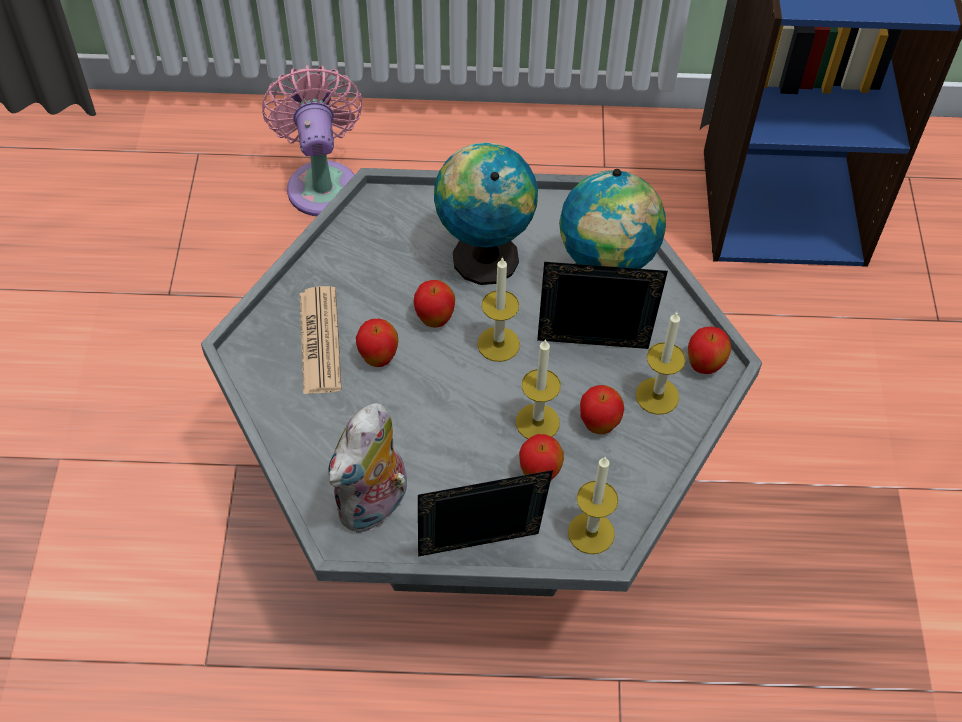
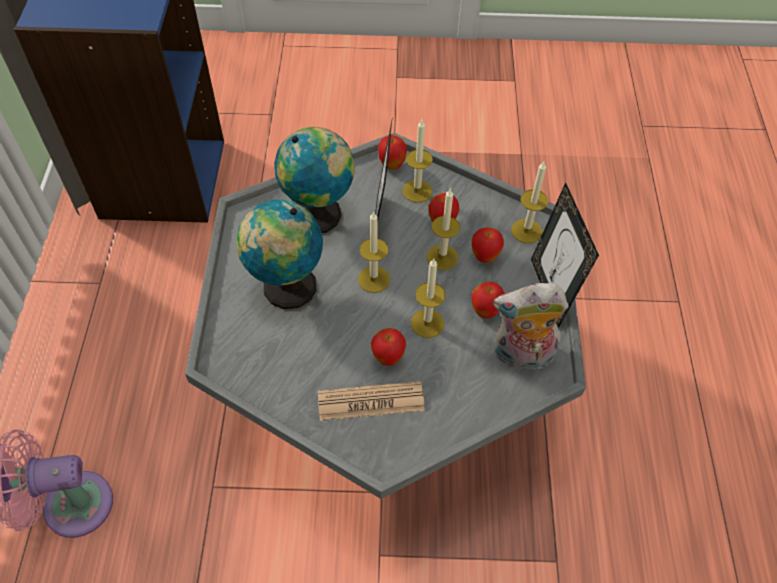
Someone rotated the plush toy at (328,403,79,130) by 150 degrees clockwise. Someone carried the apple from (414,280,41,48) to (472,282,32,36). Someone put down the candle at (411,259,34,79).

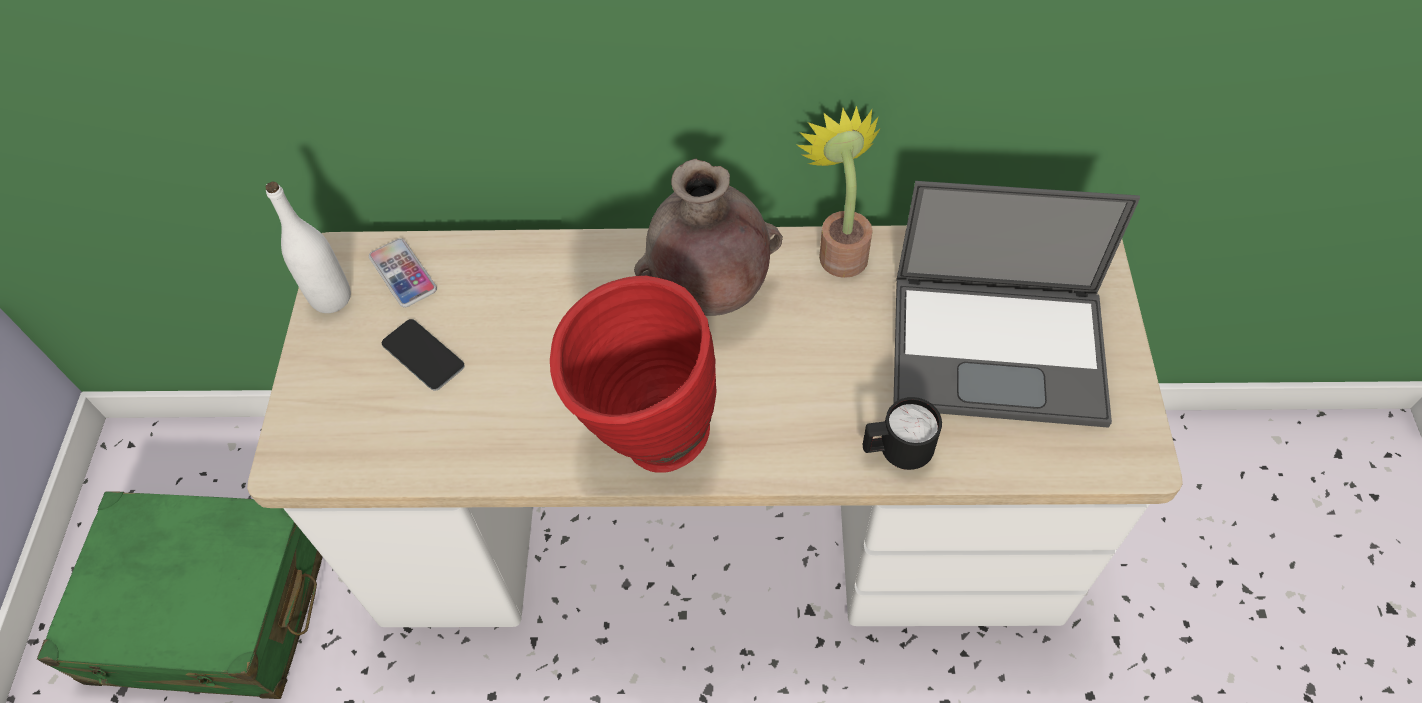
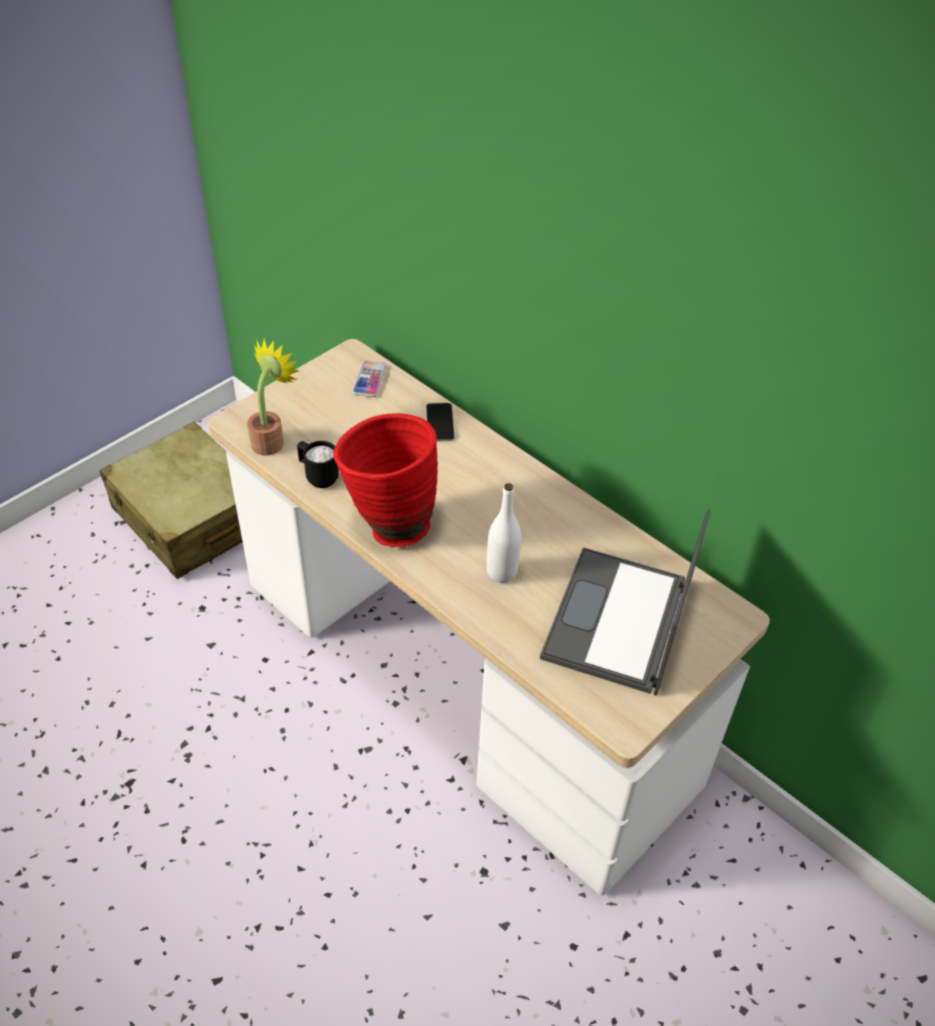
Someone repainted the green suitcase at (37,491,285,208), which became the beige suitcase at (99,422,144,157). Someone carried the white bottle from (266,182,85,131) to (487,483,34,100). Someone carried the phone from (382,319,83,72) to (426,403,28,38). Someone took away the brown vase at (634,158,149,158). Someone carried the potted plant from (797,105,83,173) to (247,338,53,118). Someone carried the black mug from (863,397,79,73) to (297,441,42,47). Someone rotated the laptop at (893,181,247,247) by 60 degrees clockwise.

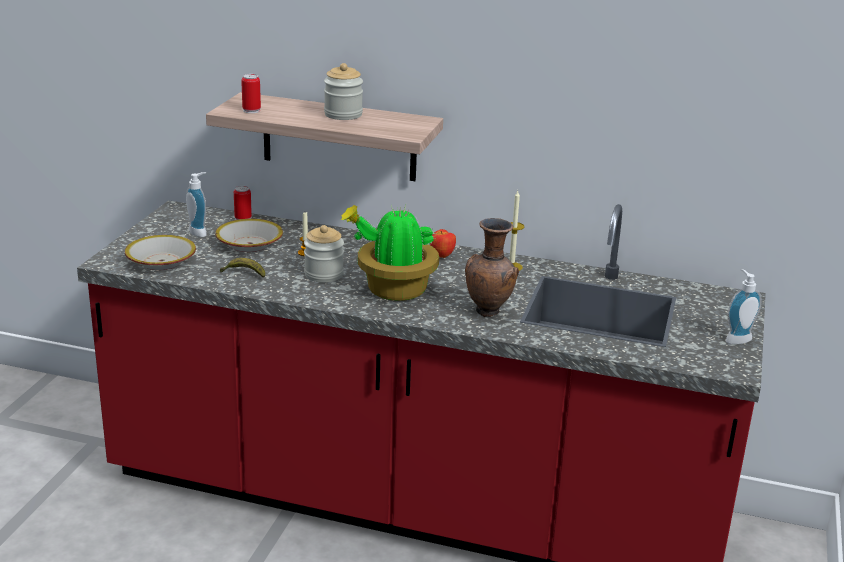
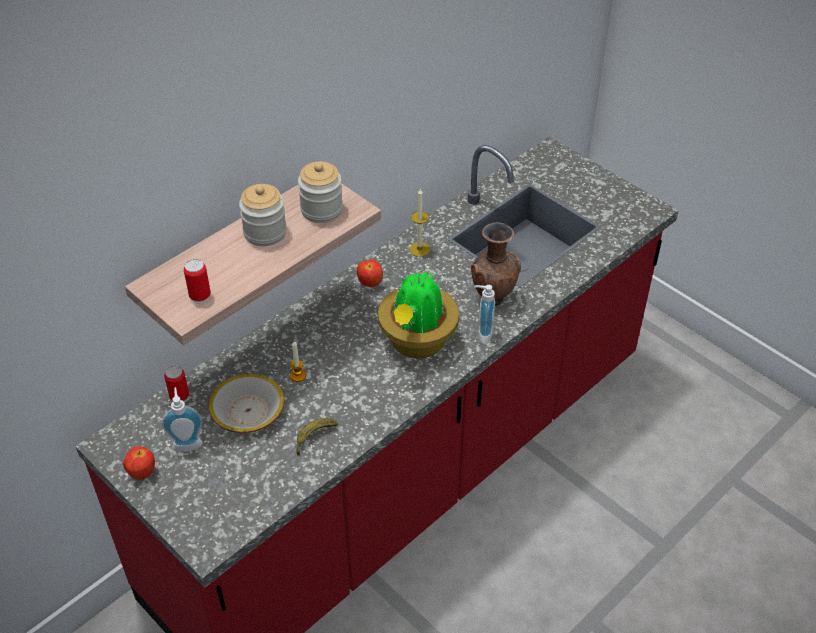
Someone took away the bowl at (125,235,71,35). Someone carried the jar from (304,225,40,58) to (298,161,45,62). Someone carried the soap dispenser from (726,269,36,75) to (474,285,21,59). Someone put down the apple at (123,446,32,34).

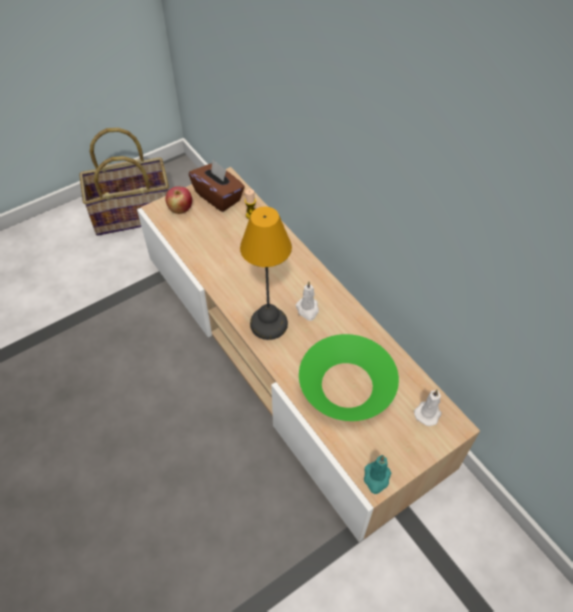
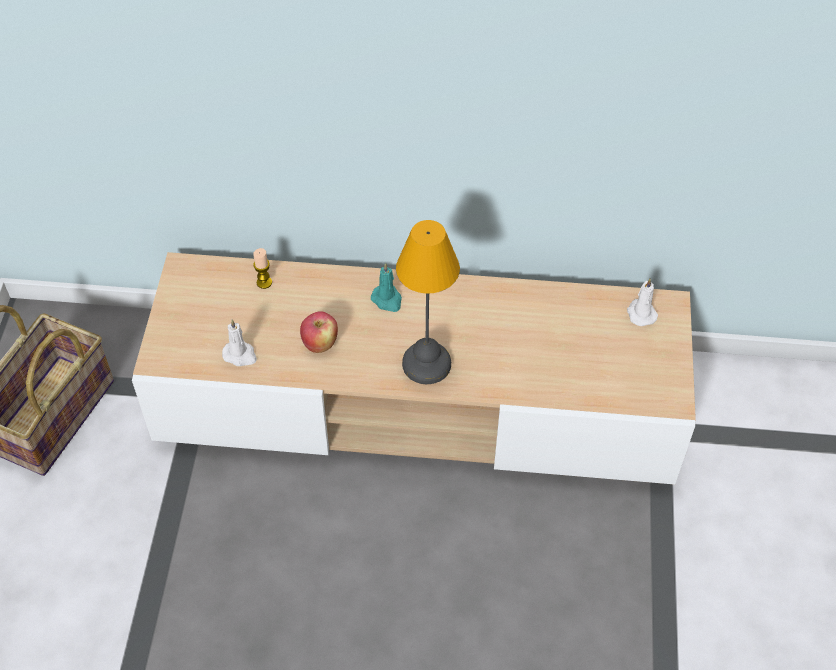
Someone carried the apple from (165,186,27,28) to (300,311,38,42). Someone took away the brown tissue box at (189,160,56,52). Someone carried the white candle from (296,282,23,39) to (222,319,35,47). Someone took away the green bowl at (299,334,100,87). Someone carried the turquoise candle from (364,455,27,39) to (371,263,31,49).

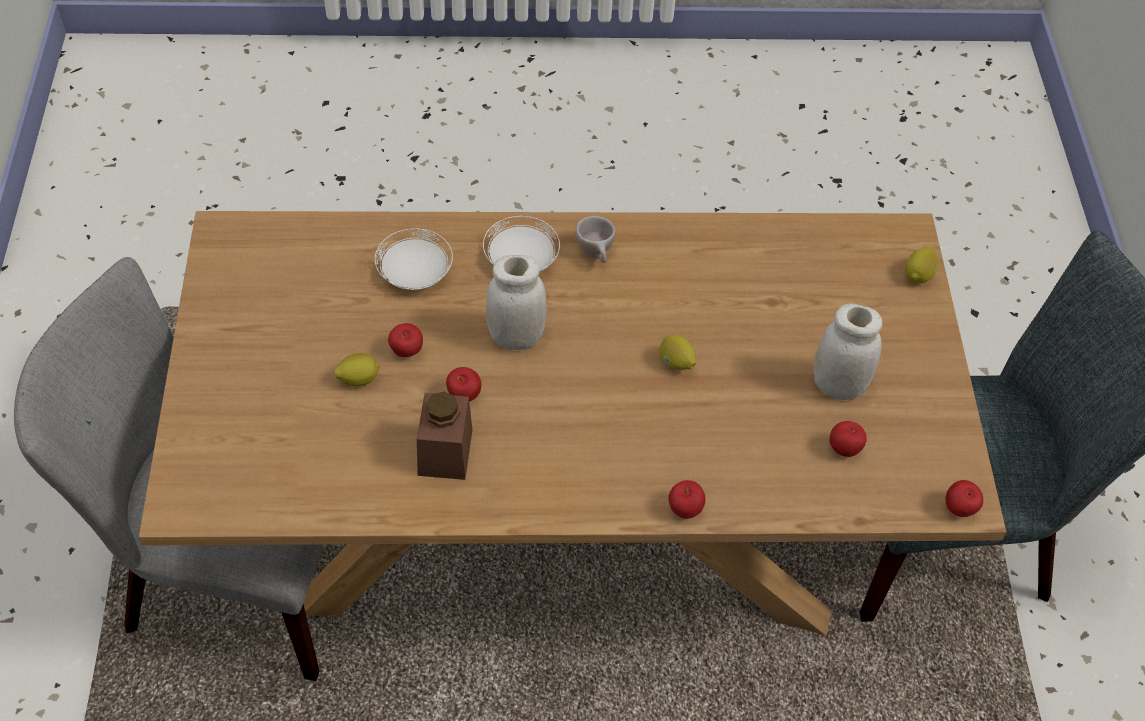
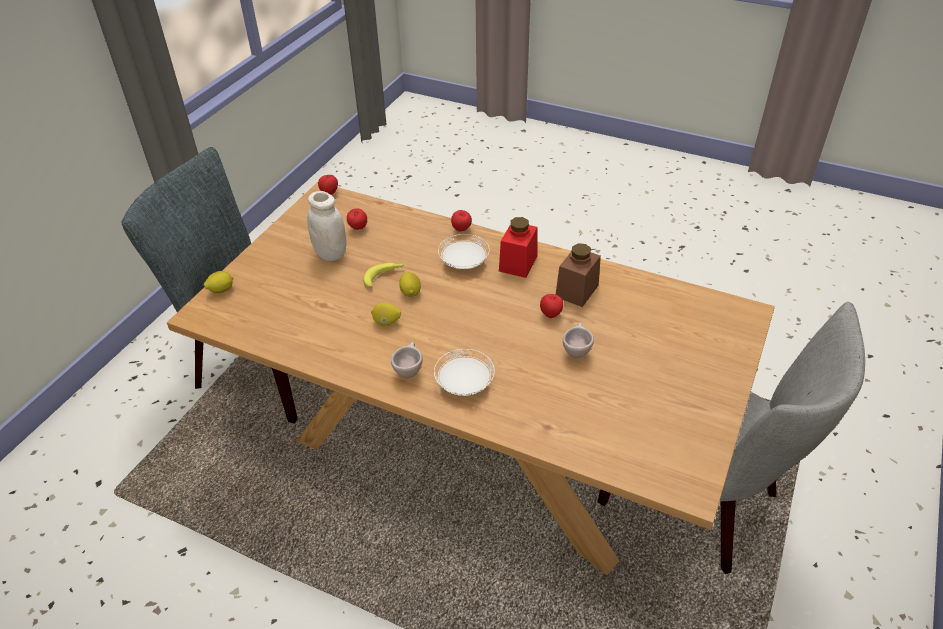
Someone carried the lemon from (334,353,46,33) to (371,303,30,23). Someone carried the white plate from (375,228,78,62) to (438,234,52,35). Someone swapped the apple at (388,323,35,34) for the beige cup at (563,323,31,35). Someone took away the white jar at (486,255,61,95). Someone put down the banana at (363,263,41,25). Someone put down the red jar at (499,217,39,61).

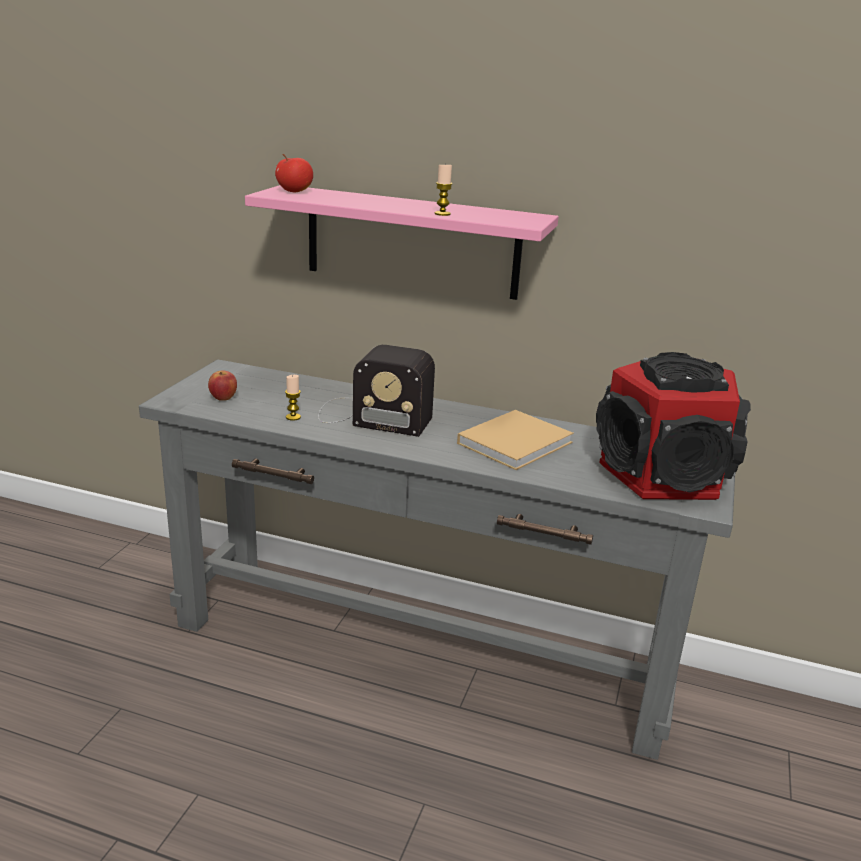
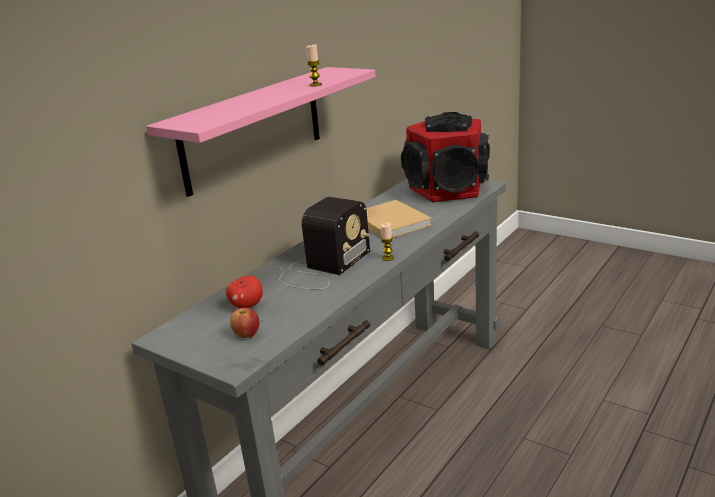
Someone carried the apple from (275,154,38,38) to (226,276,37,32). Someone carried the candle from (285,375,16,46) to (380,222,14,39).

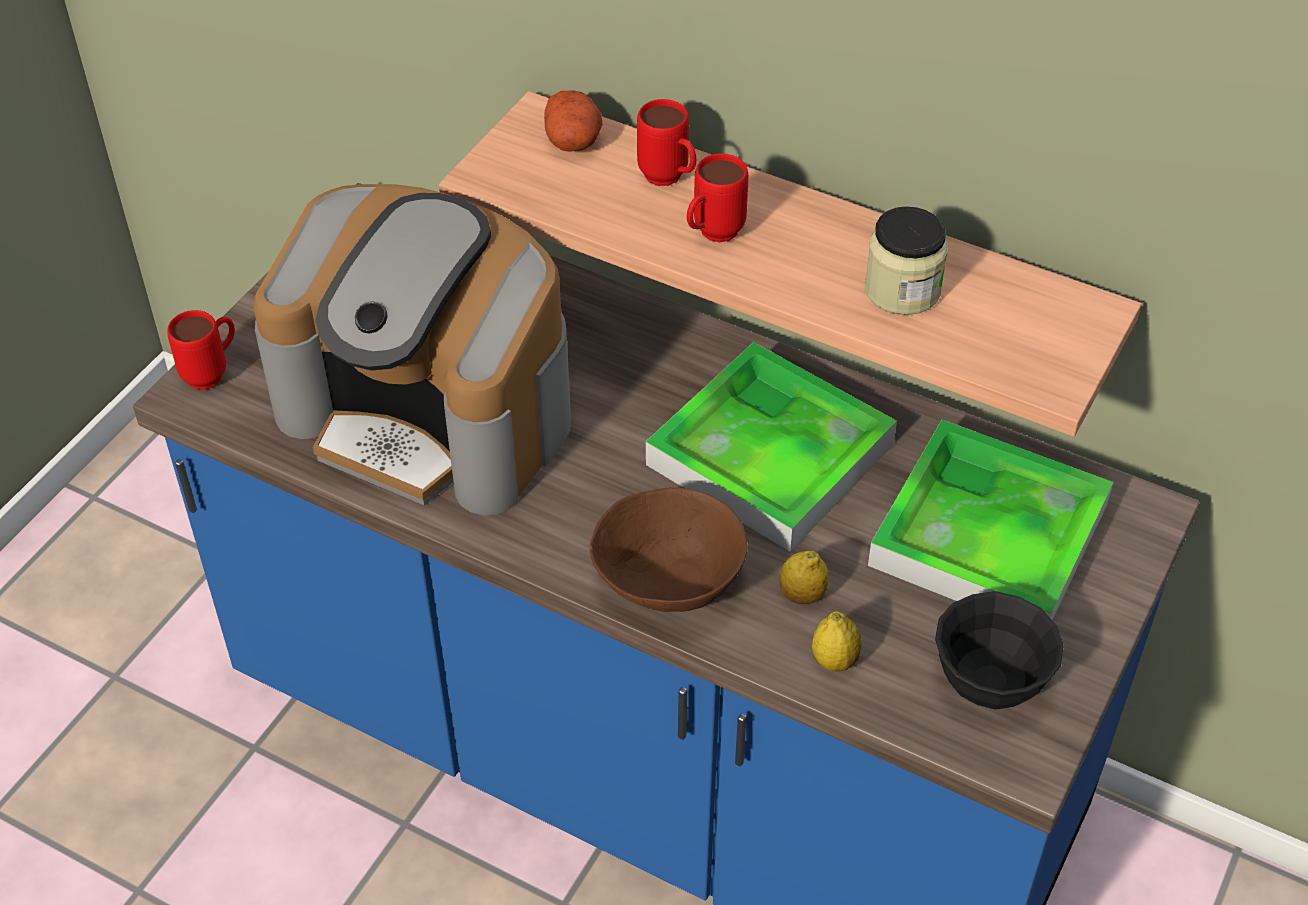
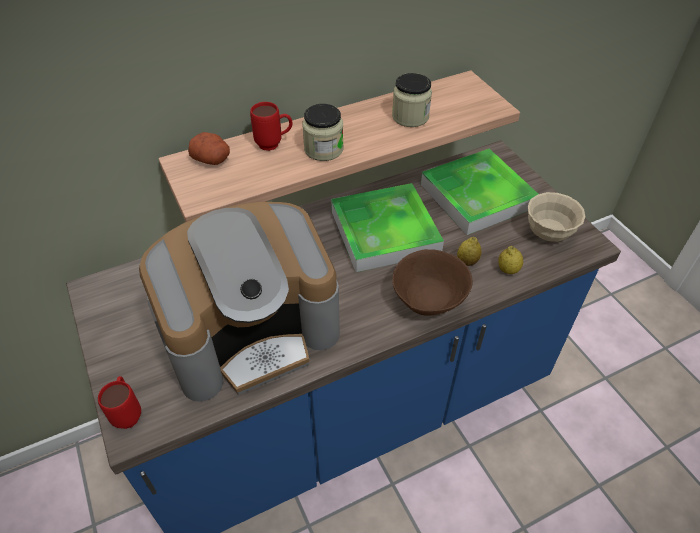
Someone swapped the red mug at (687,153,61,89) for the jar at (302,104,41,57). Someone repainted the black bowl at (935,591,129,119), which became the beige bowl at (528,192,57,50).

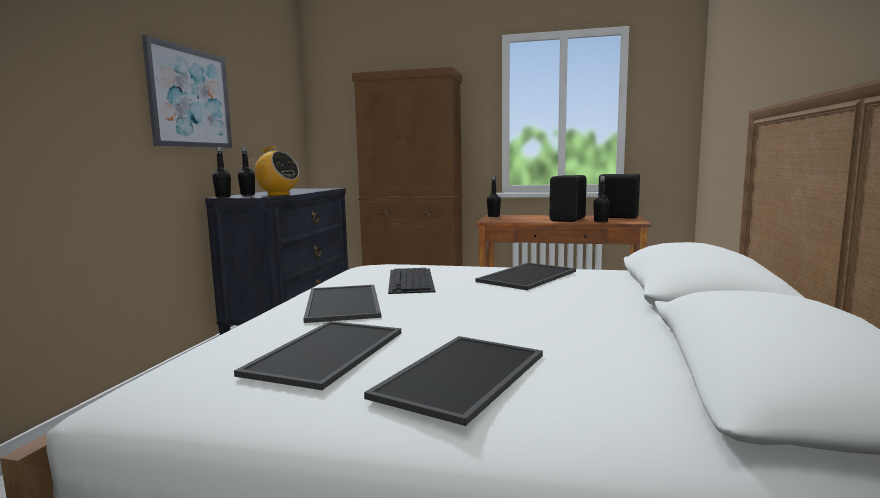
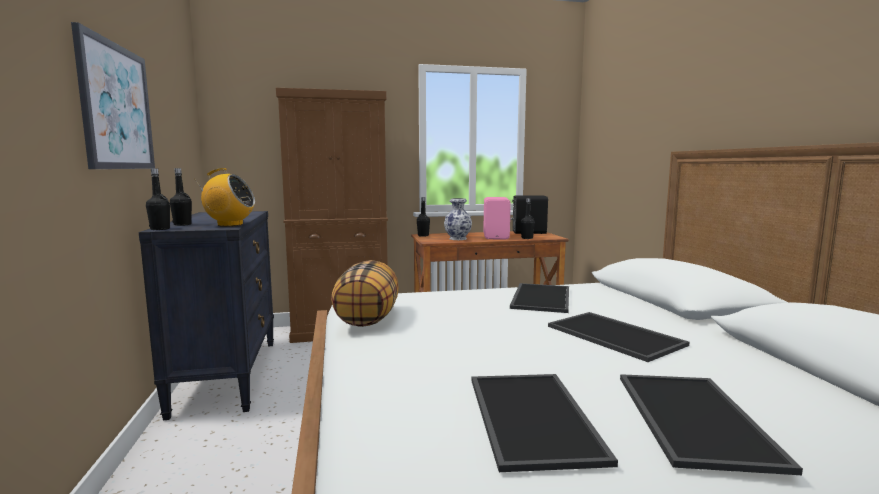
Someone carried the tray from (303,285,78,38) to (548,312,141,50). Someone took away the keyboard at (388,268,47,26). Someone repainted the black speaker at (550,175,37,47), which became the pink speaker at (483,197,28,42). Someone put down the pillow at (331,260,68,67). Someone put down the vase at (444,198,28,42).

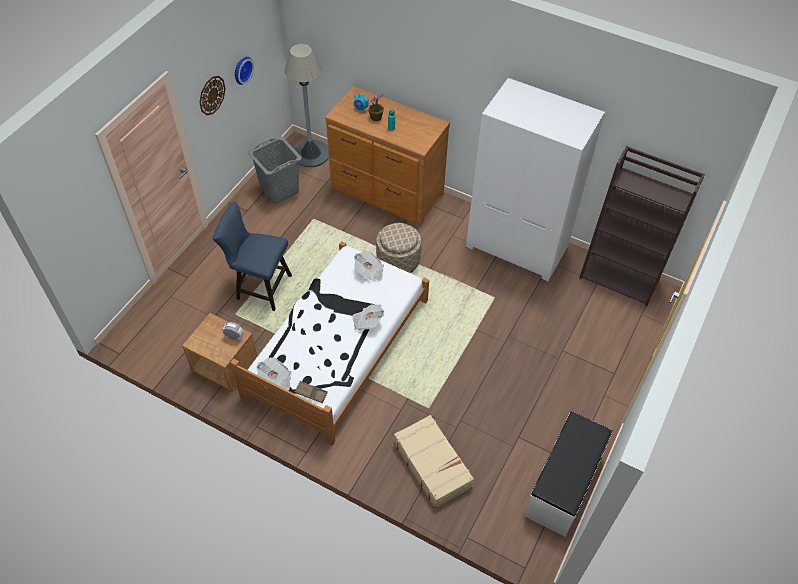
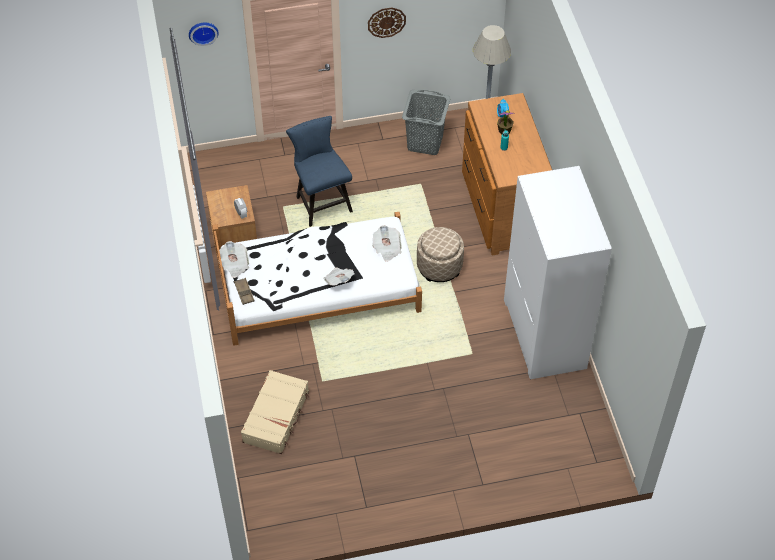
Someone carried the wall clock from (235,57,19,28) to (189,22,30,24). Someone took away the white bench at (524,411,89,126). Someone took away the brown bookcase at (579,146,126,160).

